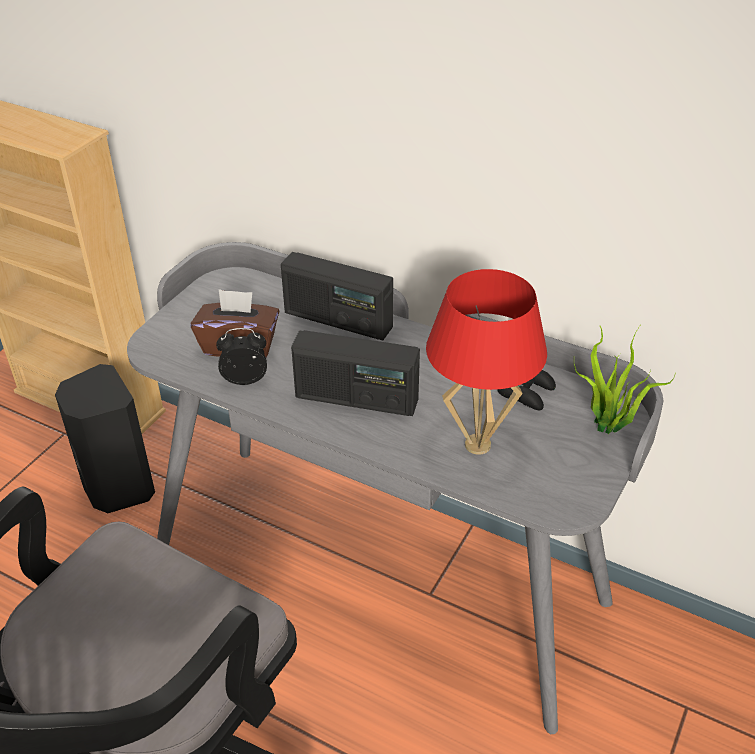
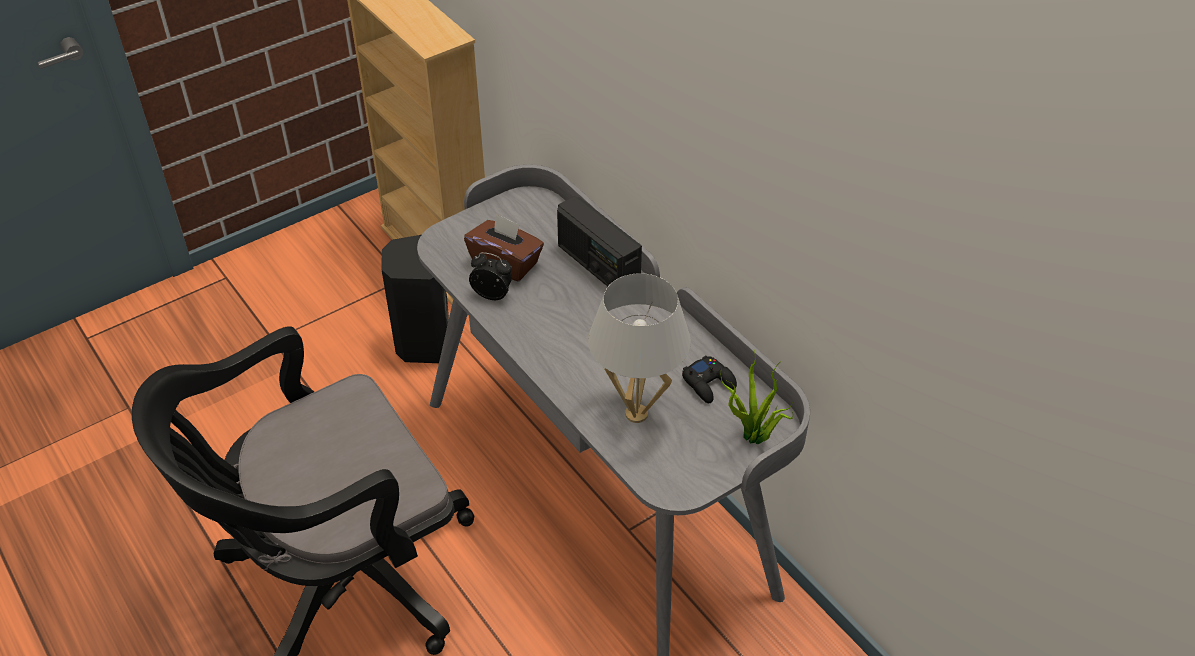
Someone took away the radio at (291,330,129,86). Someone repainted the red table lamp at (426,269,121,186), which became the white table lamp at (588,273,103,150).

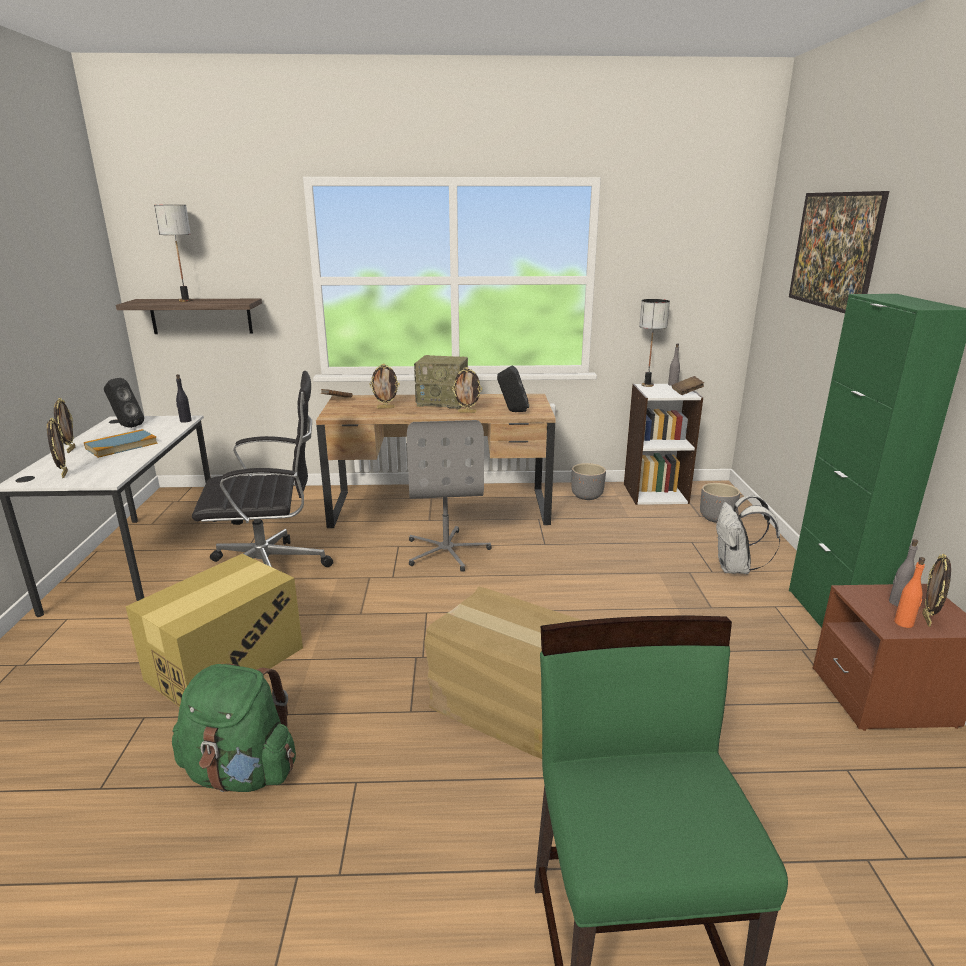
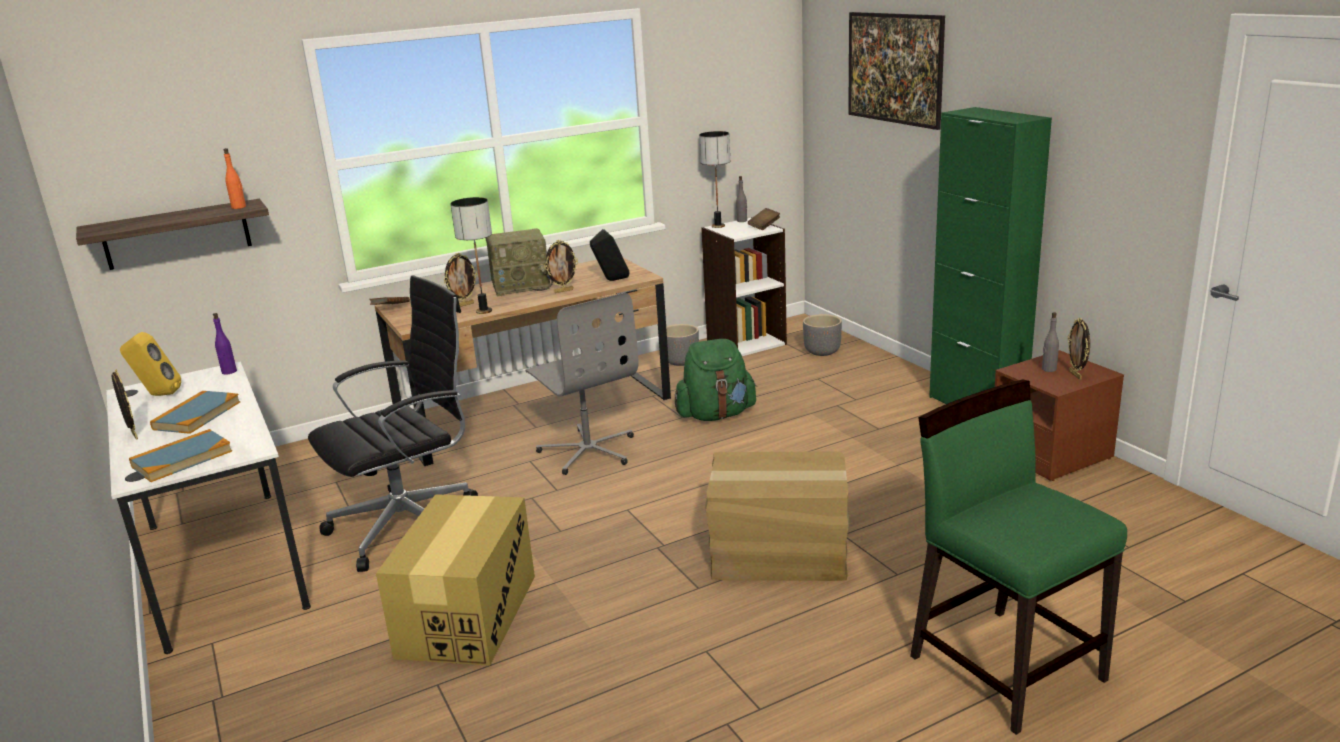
Someone swapped the picture frame at (47,418,21,60) for the book at (129,429,103,53). Someone repainted the black speaker at (104,378,40,50), which became the yellow speaker at (120,332,61,64). Someone carried the table lamp from (154,205,39,97) to (450,197,42,117). Someone carried the green backpack from (172,664,124,128) to (675,339,82,82). Someone repainted the black bottle at (176,374,16,49), which became the purple bottle at (213,313,24,61). Someone took away the white backpack at (716,495,64,79). Someone carried the orange bottle from (894,557,31,71) to (224,148,22,61).

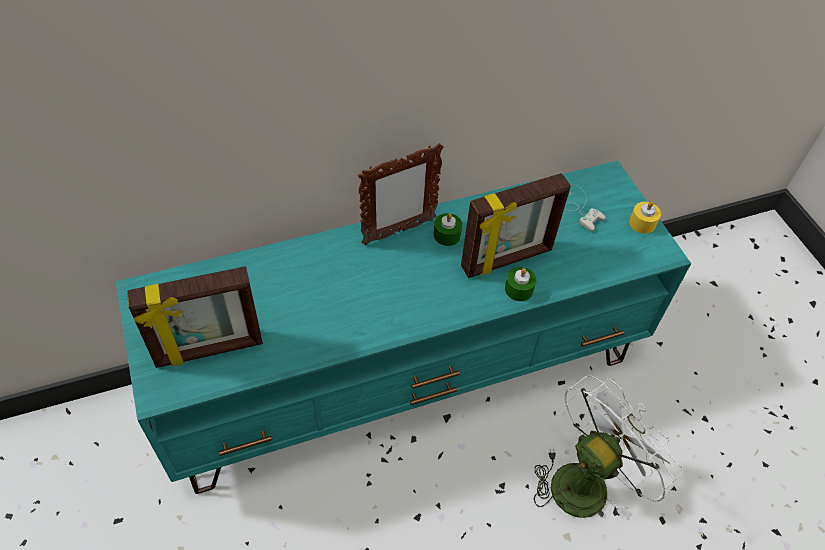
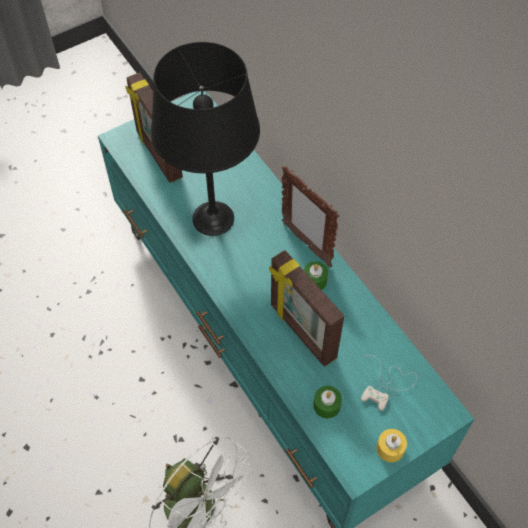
Someone carried the green candle from (505,267,31,34) to (313,386,29,32). Someone put down the black table lamp at (151,42,109,194).

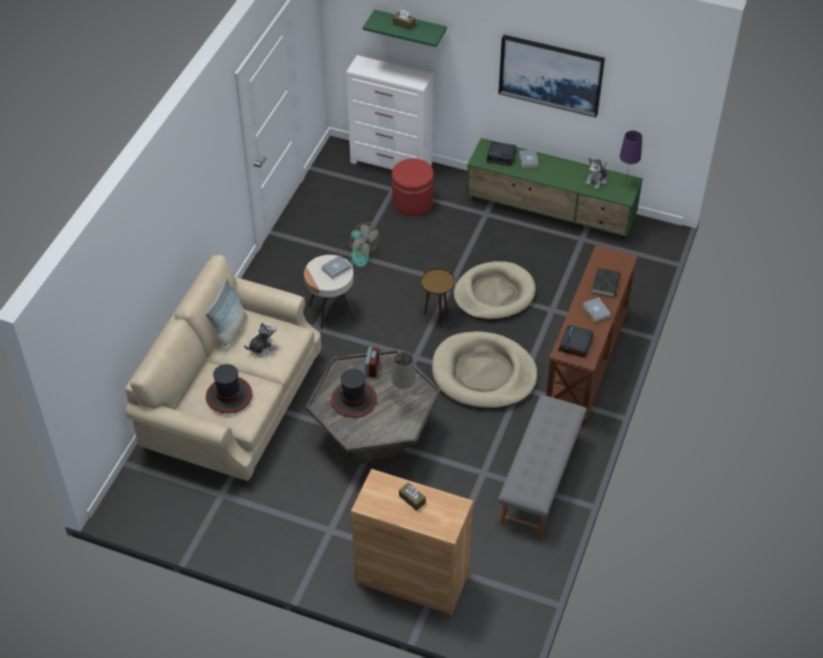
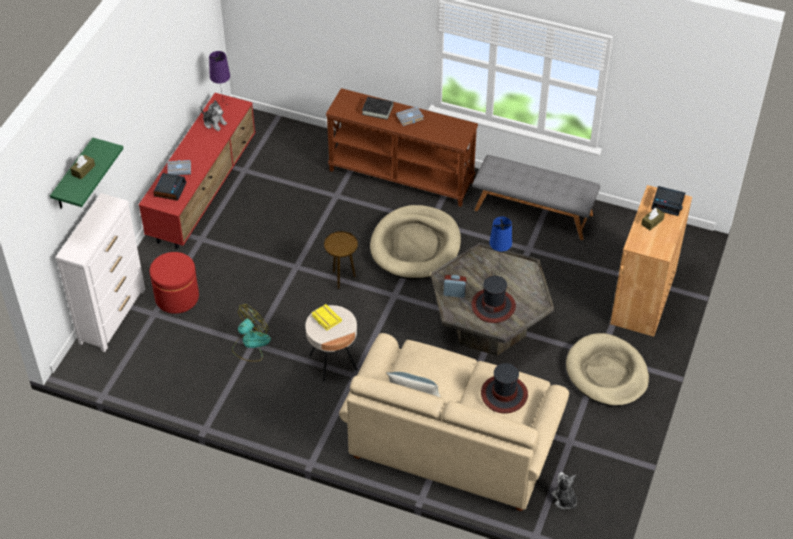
Someone carried the plush toy from (244,322,33,34) to (551,472,26,37). Someone repainted the grey book at (321,256,30,23), which became the yellow book at (312,304,30,26). Someone repainted the beige table lamp at (392,352,24,54), which became the blue table lamp at (489,217,23,44). Someone carried the beige dog bed from (454,261,82,60) to (566,333,83,73). Someone repainted the green tv stand at (466,138,177,100), which became the red tv stand at (139,93,116,156). Someone took away the picture at (498,35,107,82). Someone carried the alarm clock from (558,325,35,33) to (651,186,34,30).

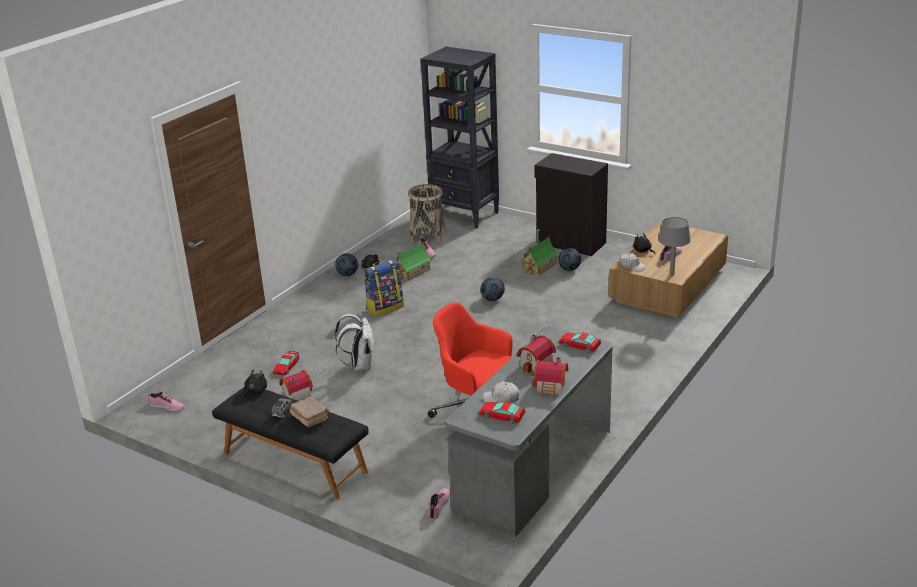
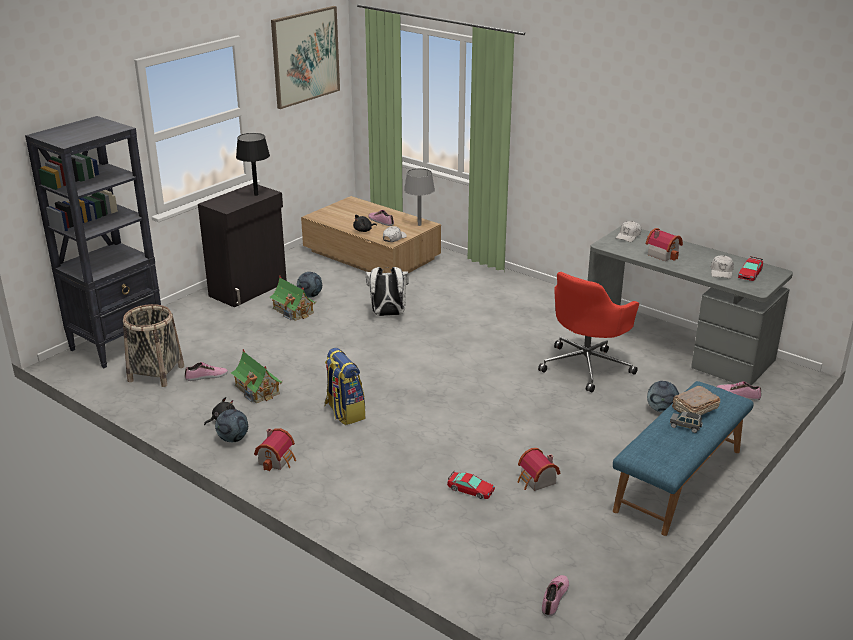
Someone repainted the black bench at (212,387,157,113), which became the blue bench at (613,381,141,155). Someone took away the black plush toy at (242,369,25,30). Someone carried the white backpack from (335,314,39,57) to (366,267,43,49). Someone carried the football from (480,277,25,24) to (647,381,32,31). Someone carried the toy house from (533,357,35,41) to (254,428,42,43). Someone swapped the toy car at (559,333,42,20) for the white cap at (616,221,25,21). Someone put down the black table lamp at (236,133,34,63). Someone put up the picture at (271,6,69,103).

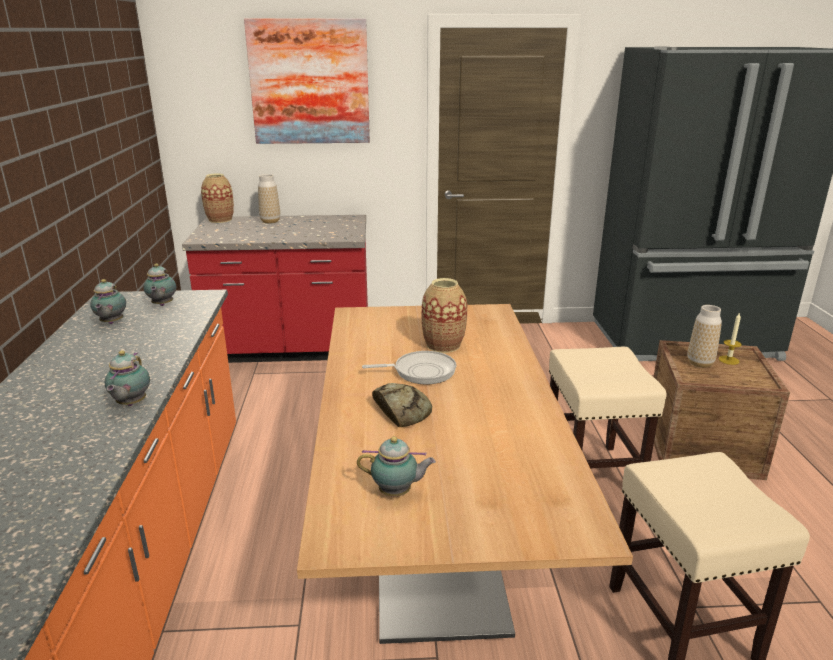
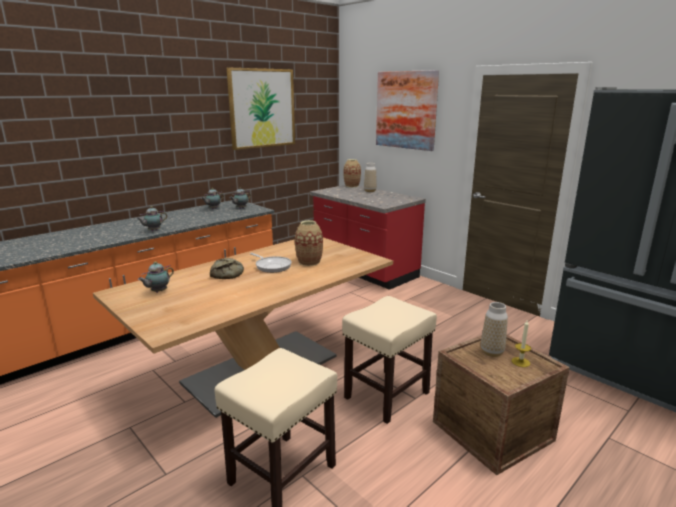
Someone rotated the teapot at (357,437,79,60) by 75 degrees clockwise. Someone put up the picture at (227,67,68,83).

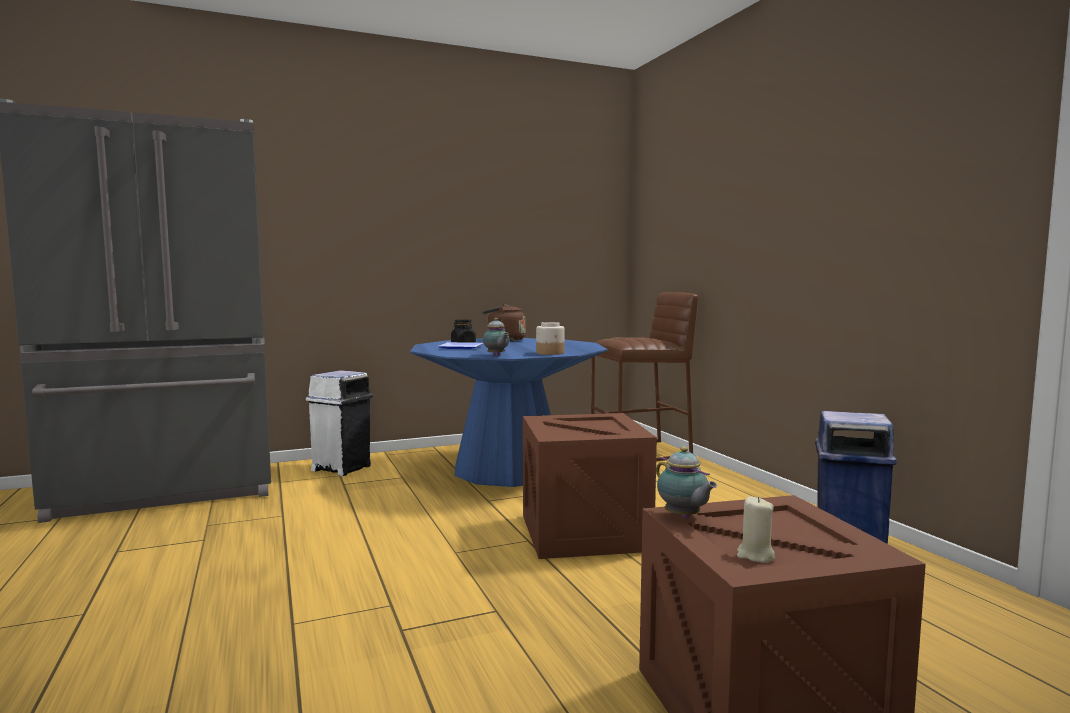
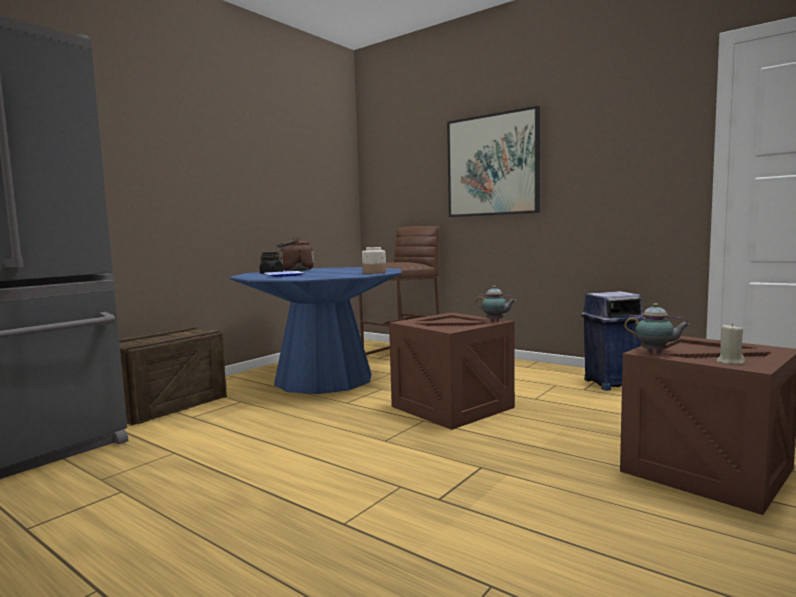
Someone swapped the white trash can at (306,370,67,106) for the crate at (119,327,108,98). Someone carried the teapot from (483,318,27,38) to (475,286,41,35). Someone put up the picture at (447,106,93,111).

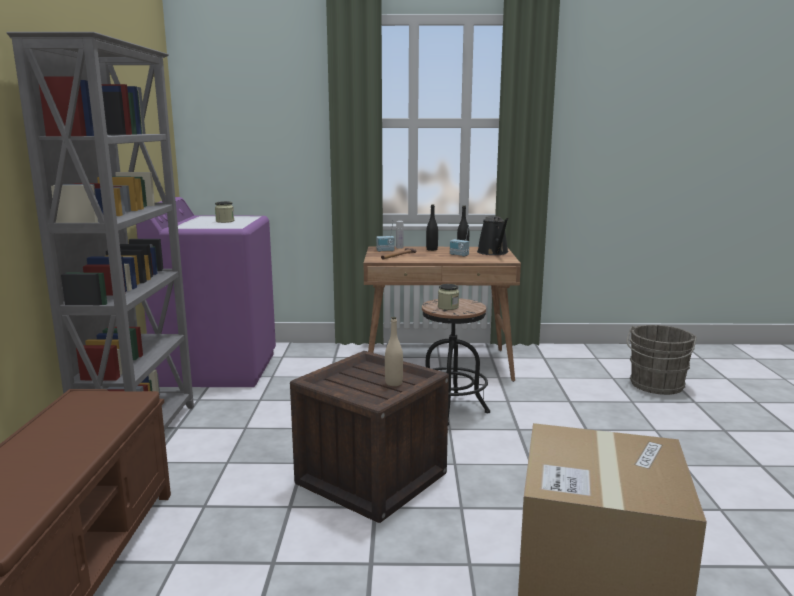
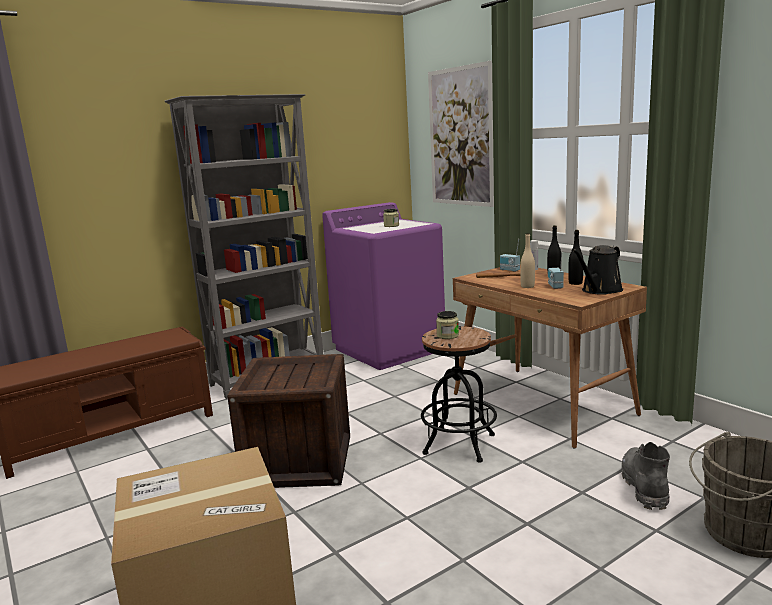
Someone carried the beige bottle from (385,317,18,69) to (520,233,15,55). Someone put up the picture at (428,60,66,147). Someone put down the grey boot at (621,442,49,68).

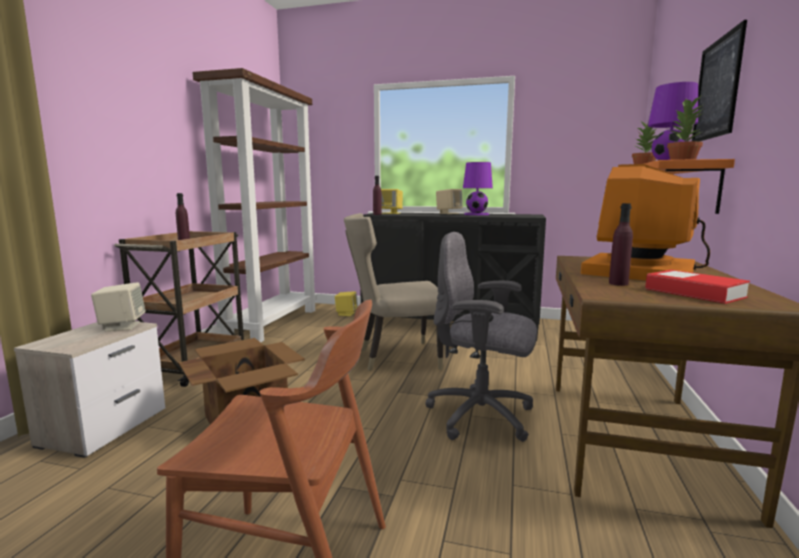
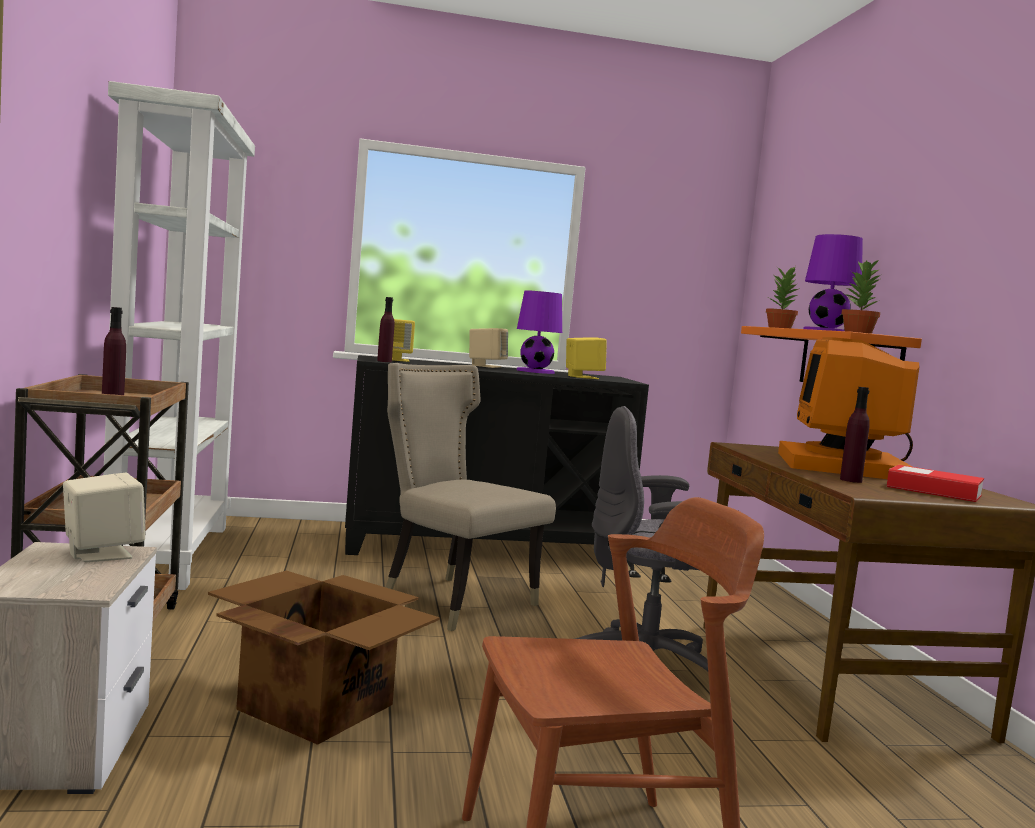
Someone repainted the brown bookcase at (192,68,125,274), which became the white bookcase at (103,81,152,509). Someone carried the yellow speaker from (335,291,23,25) to (566,337,41,42). Someone rotated the beige chair at (344,213,99,158) by 75 degrees clockwise. Someone took away the picture at (692,20,55,121).

